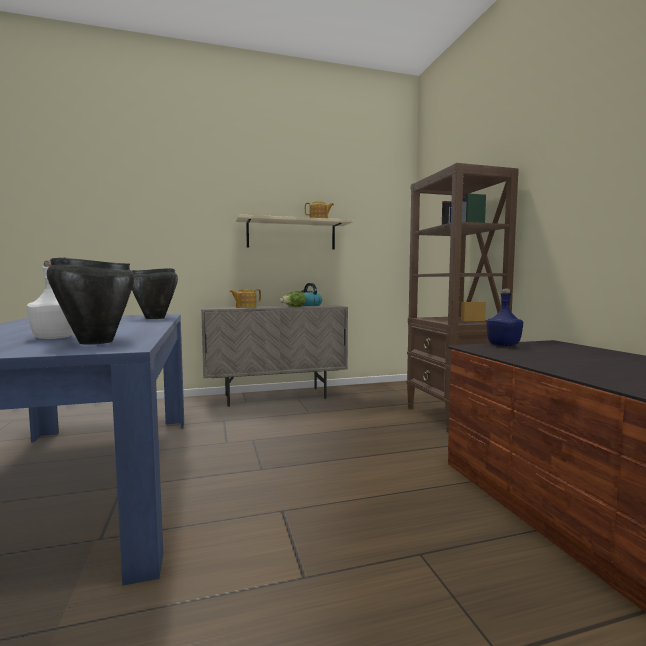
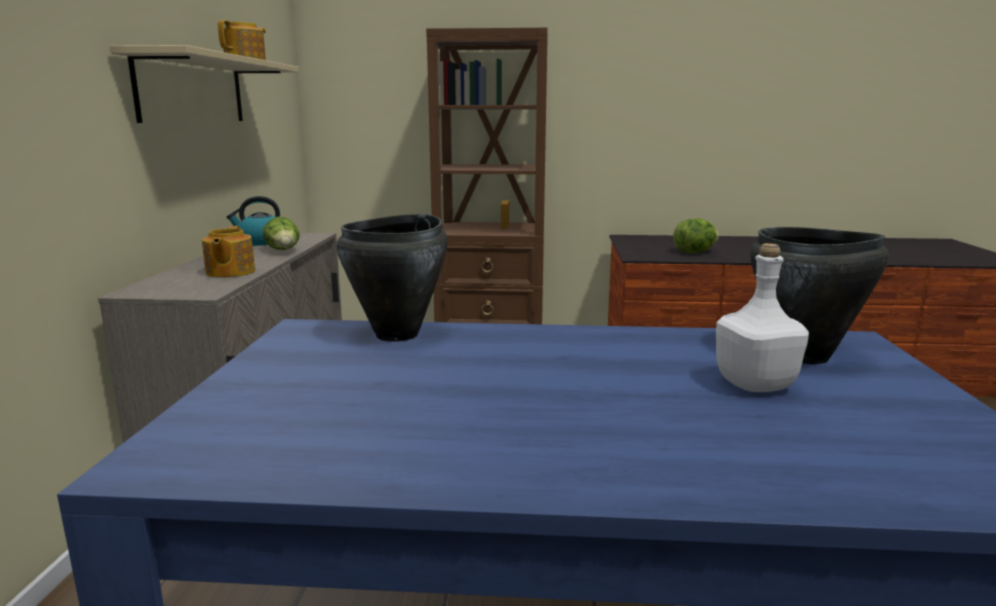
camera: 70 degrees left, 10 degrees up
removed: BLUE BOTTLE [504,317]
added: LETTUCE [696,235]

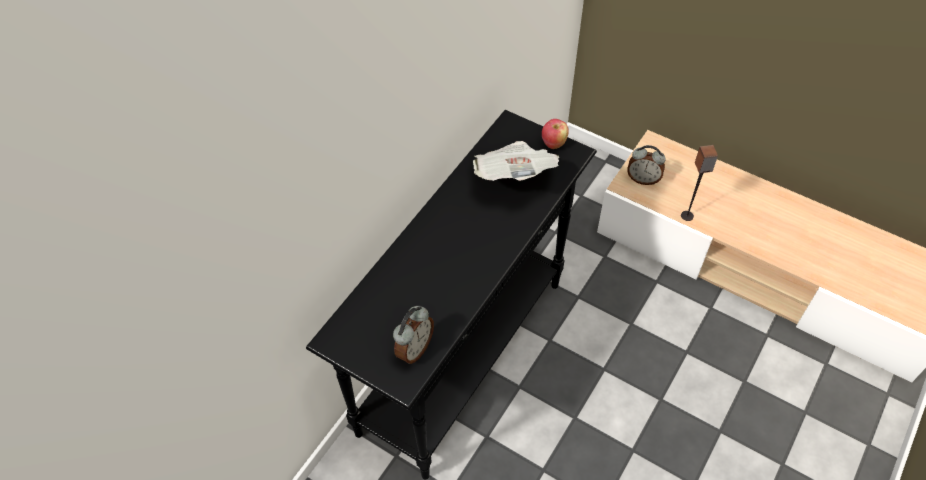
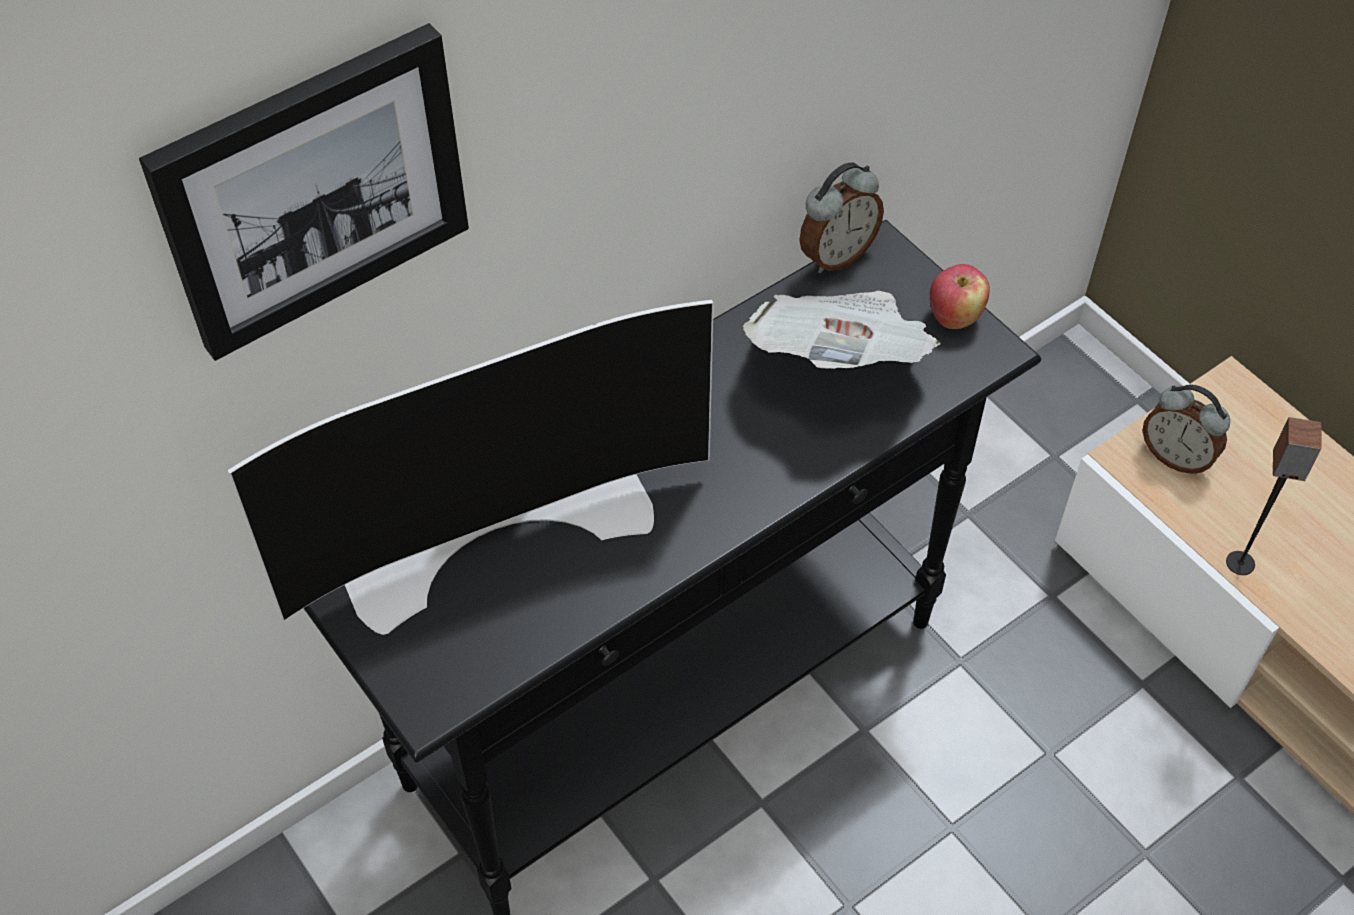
camera: 20 degrees right, 0 degrees up
added: PICTURE [304,192]; TELEVISION [471,467]
moved: ALARM CLOCK [413,334] to [841,217]

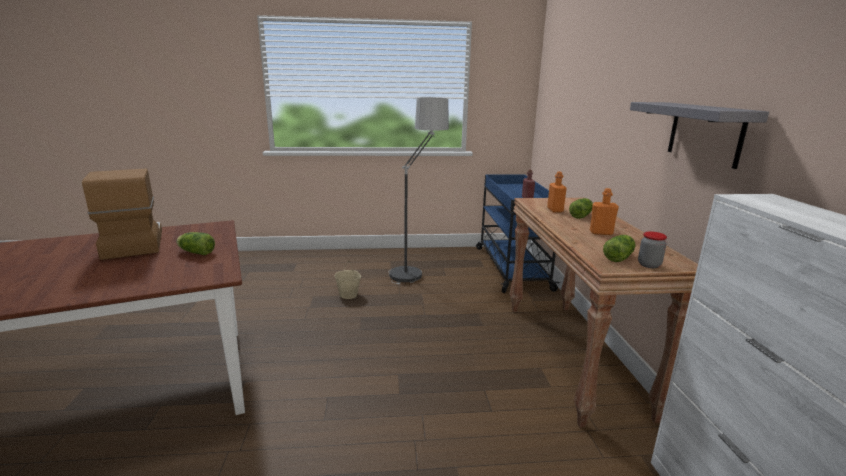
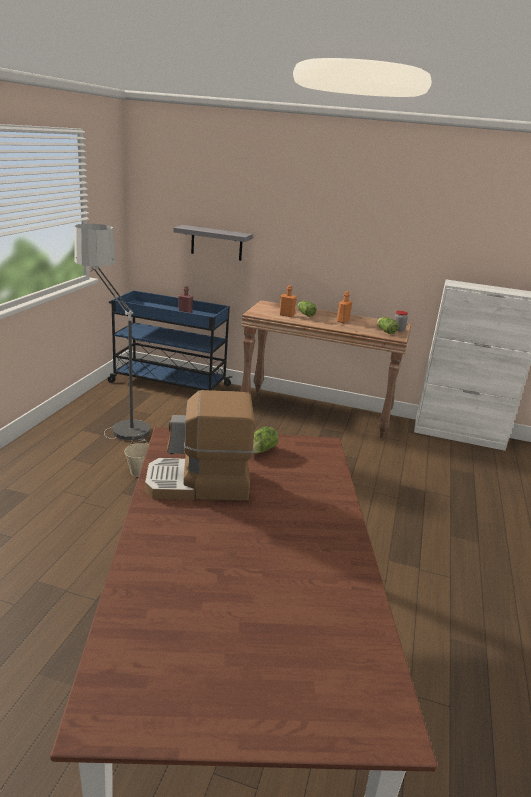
camera: 70 degrees left, 5 degrees up
moved: GREY SHELF [699,135] to [213,243]

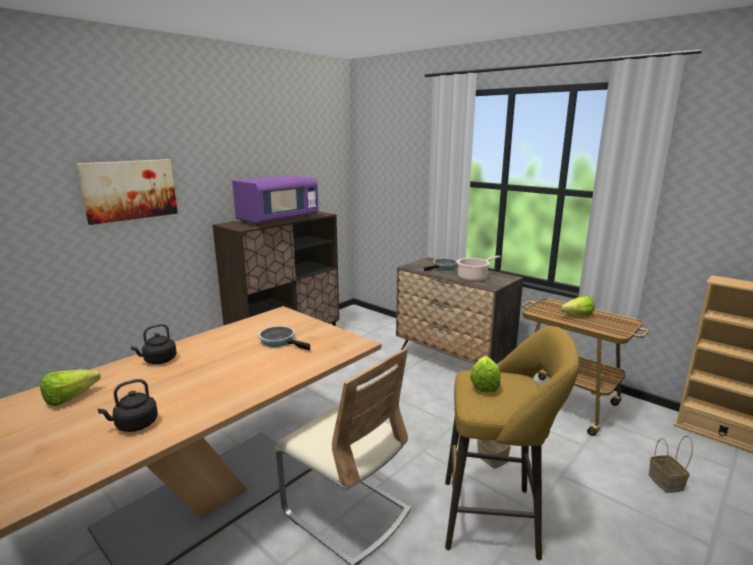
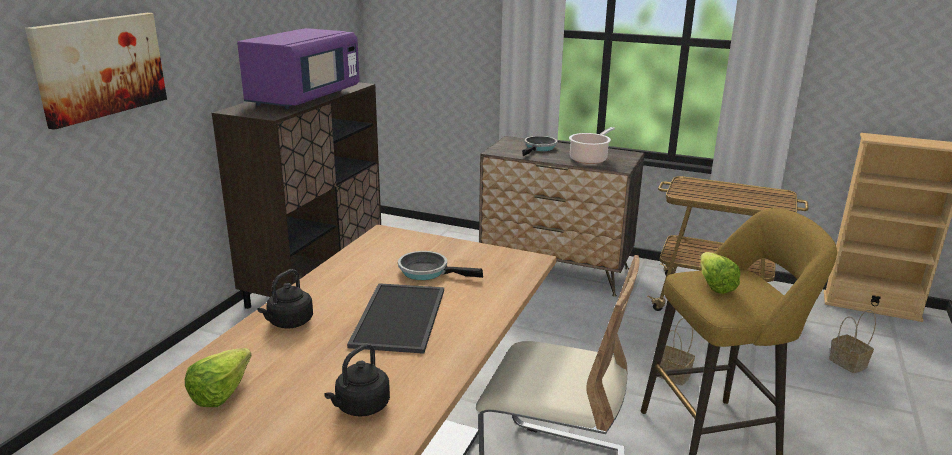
camera: 20 degrees left, 5 degrees up
removed: LETTUCE [577,306]
added: TRAY [395,318]

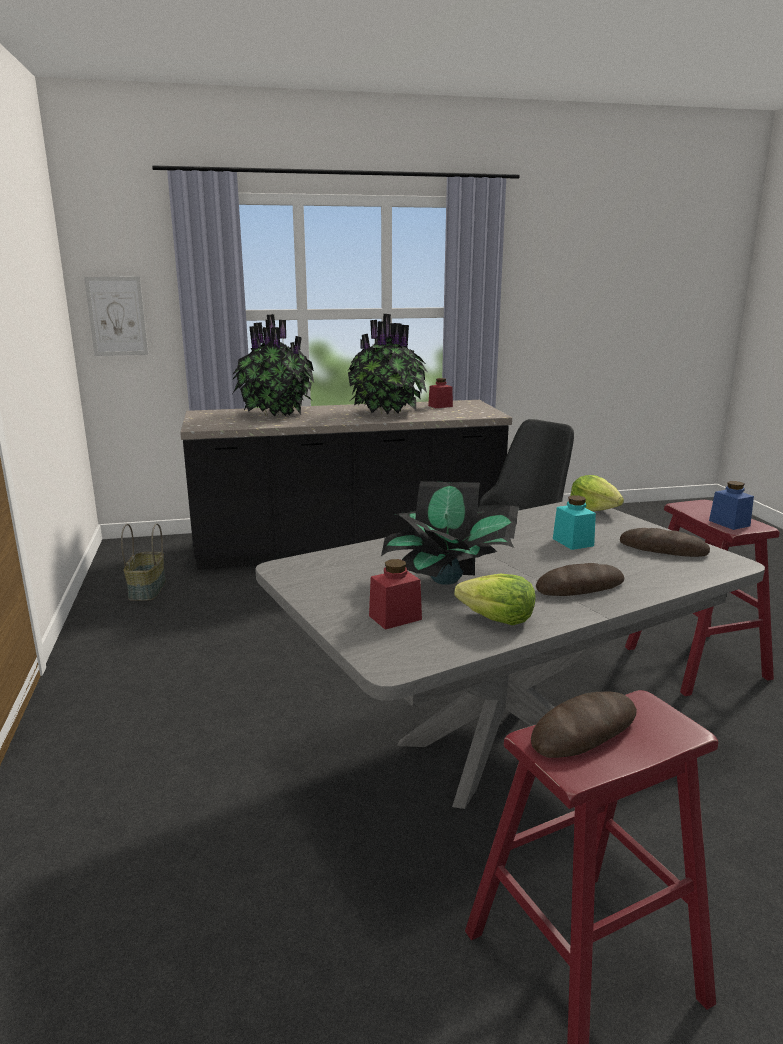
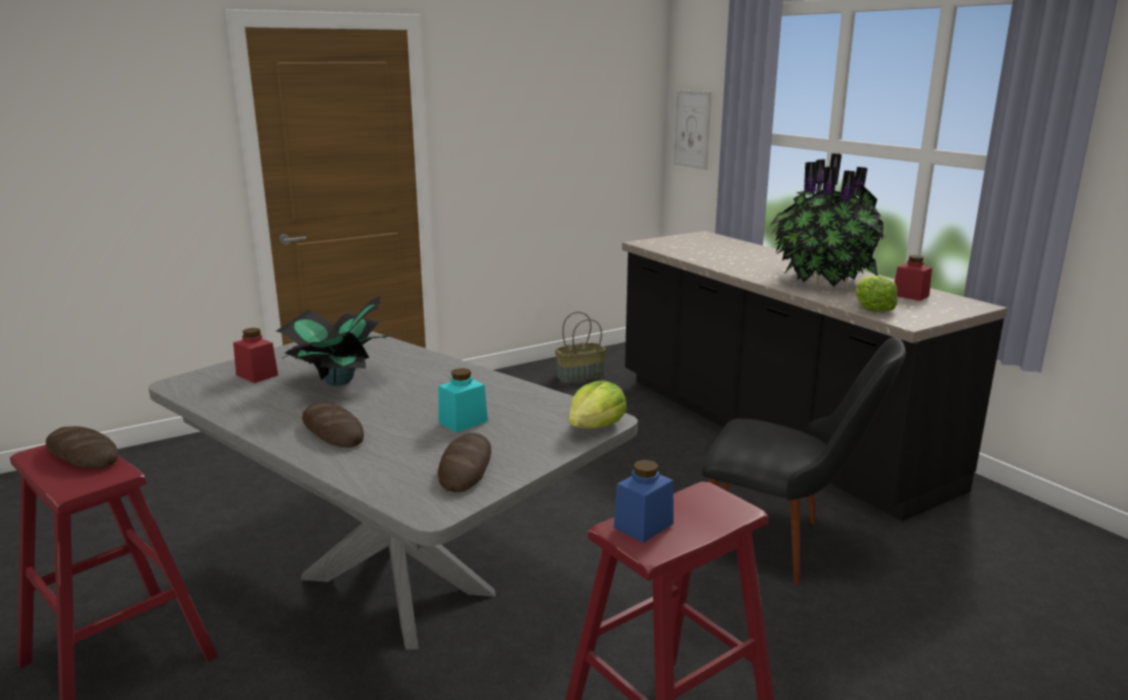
camera: 70 degrees right, 0 degrees up
removed: POTTED PLANT [273,365]
moved: LETTUCE [495,599] to [876,294]

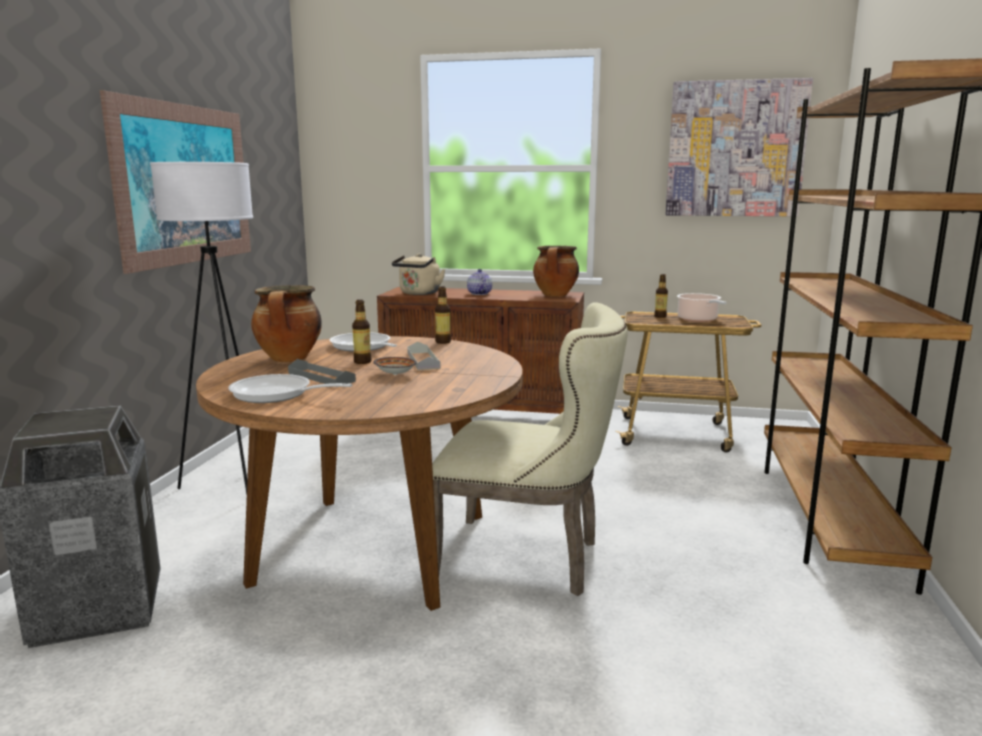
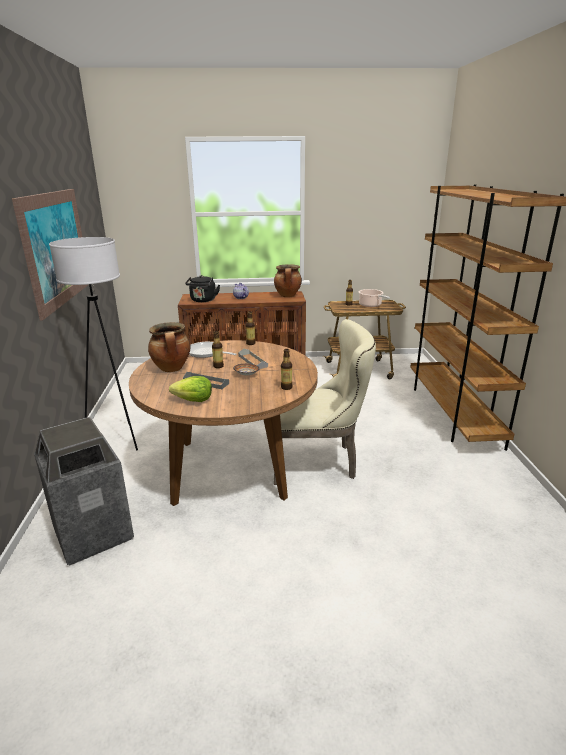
camera: 15 degrees left, 10 degrees up
removed: PICTURE [739,147]
added: BOTTLE [286,369]
replaced: FRYING PAN [290,388] to LETTUCE [190,389]
recoloured: BEIGE KETTLE [419,274] to BLACK KETTLE [202,288]

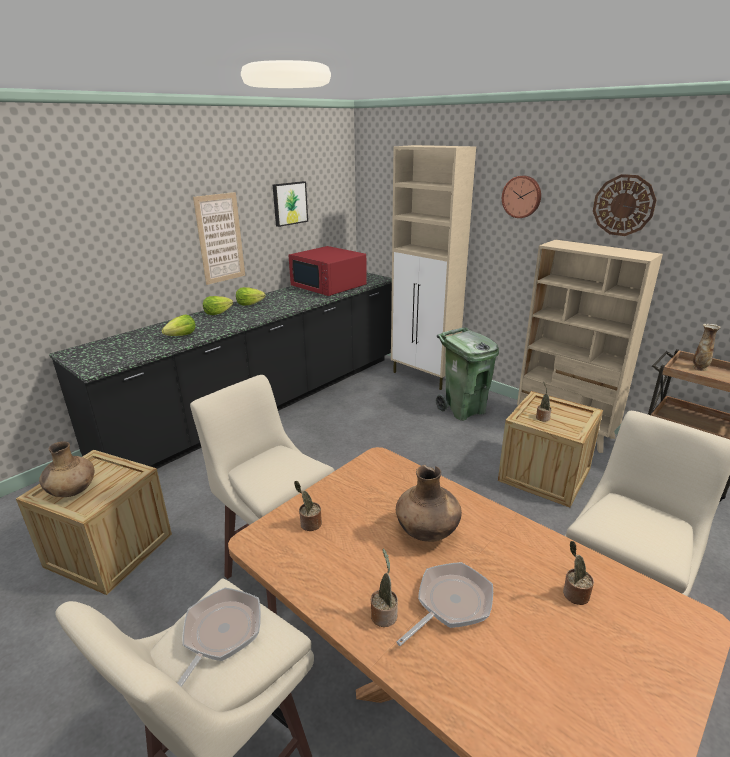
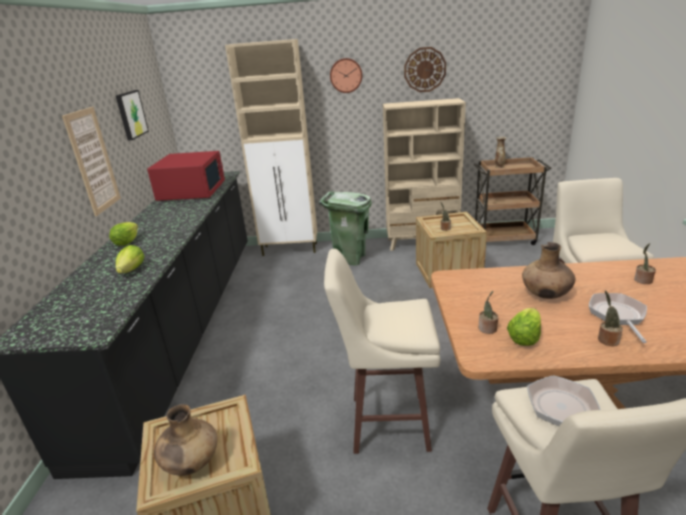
camera: 40 degrees left, 0 degrees up
moved: LETTUCE [250,296] to [524,327]
turned: RED MICROWAVE [327,271] = [186,176] 90 degrees counterclockwise

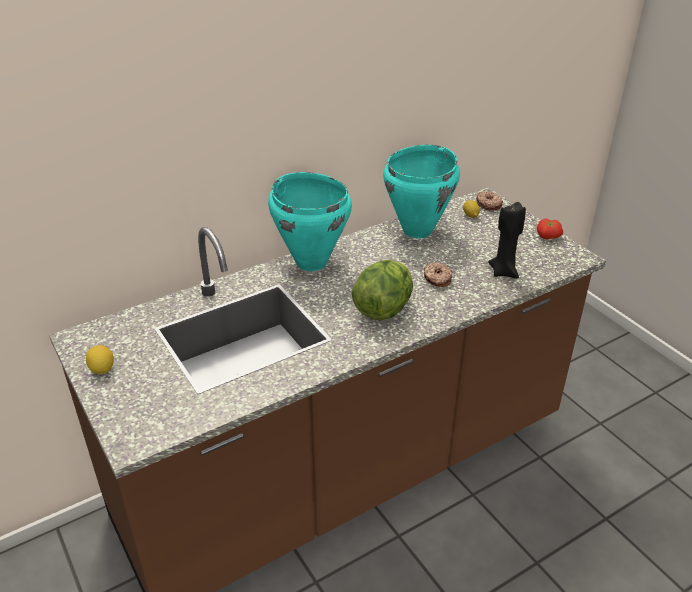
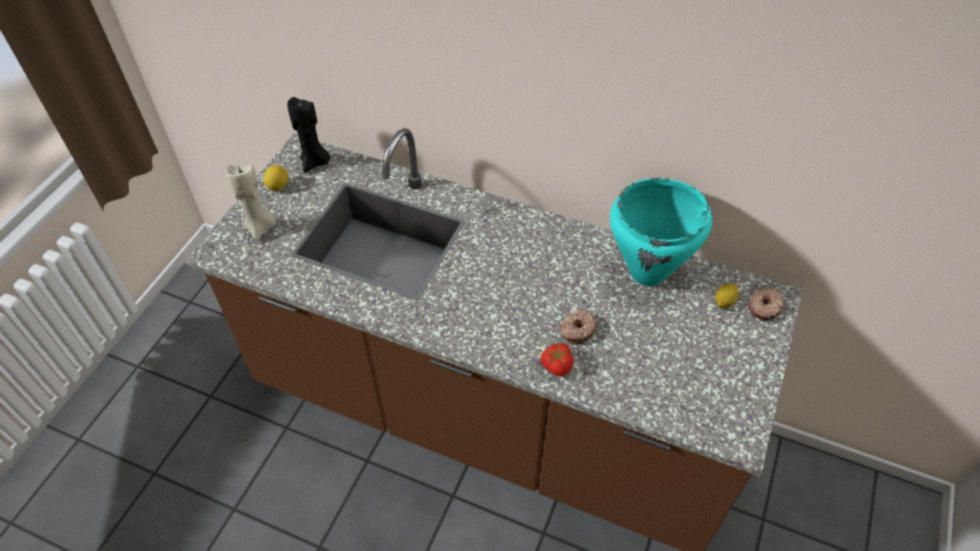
camera: 55 degrees right, 15 degrees up
removed: TURQUOISE COOKING POT [310,221]; LETTUCE [382,290]
added: BEIGE CANDLE [251,203]
moved: BLACK CANDLE [507,240] to [309,135]; TOMATO [550,229] to [557,359]

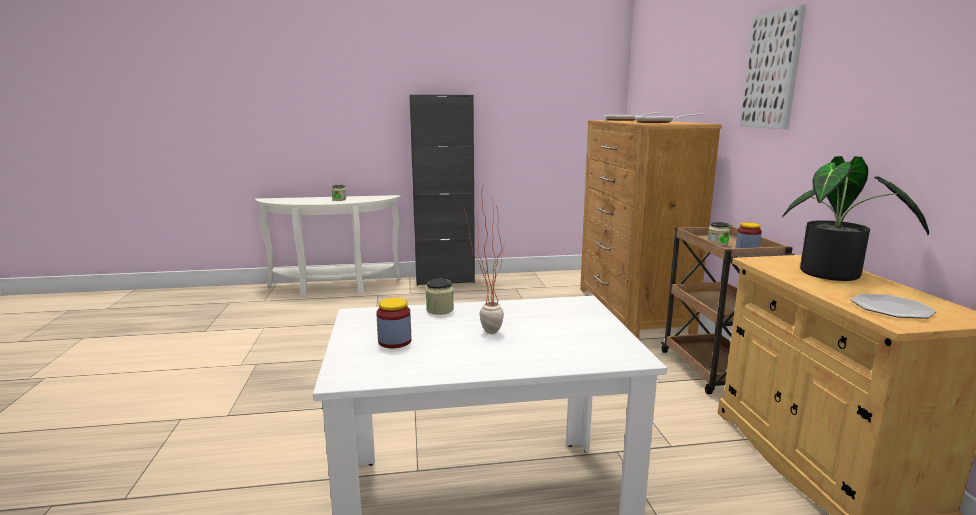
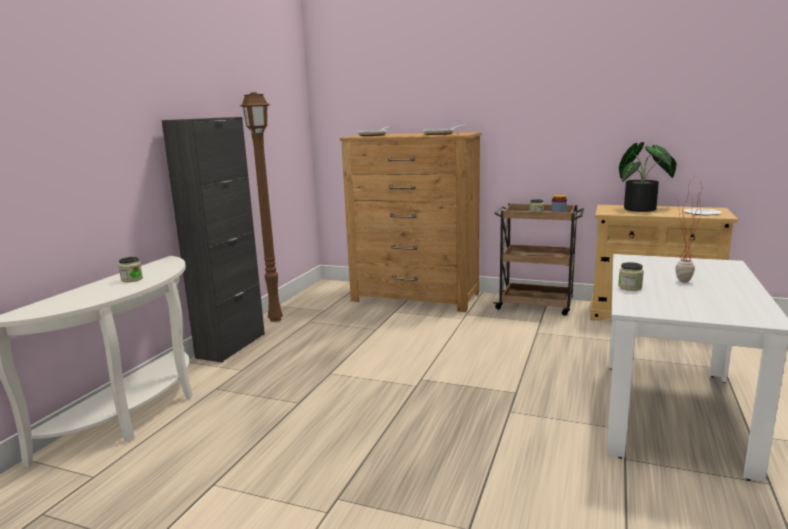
camera: 60 degrees left, 0 degrees up
removed: JAR [393,323]; PICTURE [773,66]
added: BROWN FLOOR LAMP [261,207]

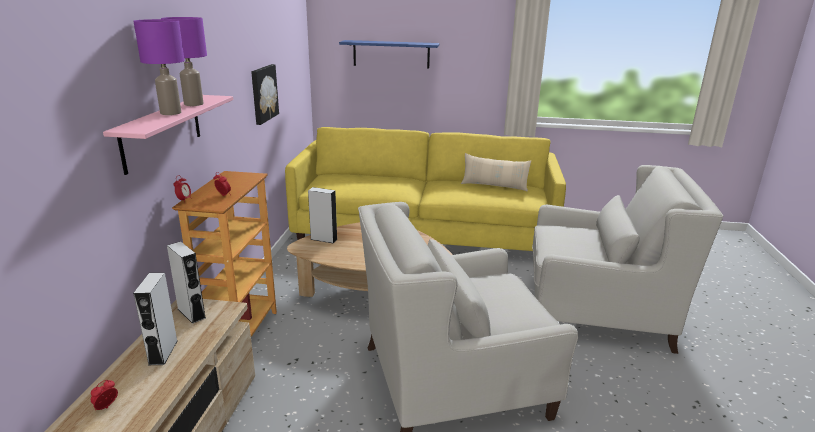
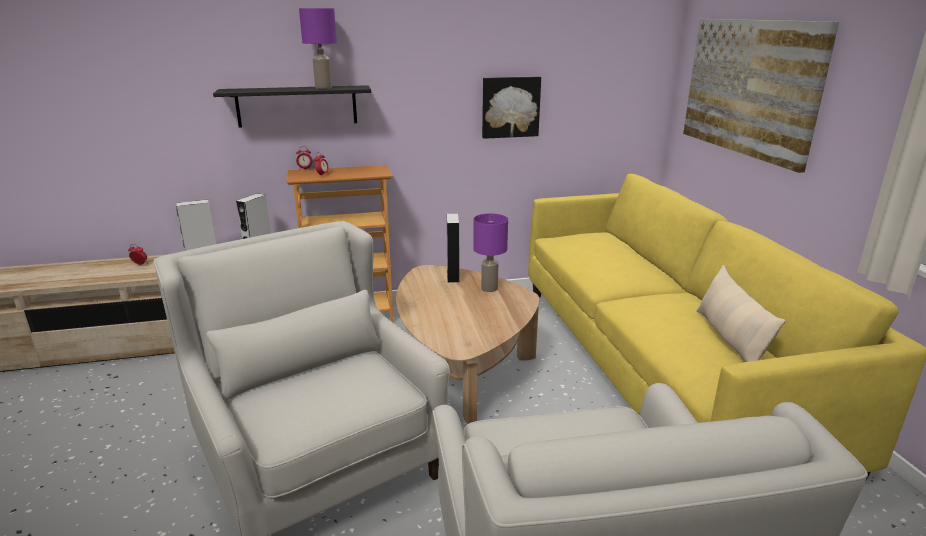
camera: 70 degrees right, 0 degrees up
moved: PURPLE TABLE LAMP [159,67] to [490,252]
replaced: BLUE SHELF [389,54] to PICTURE [761,96]
recoloured: PINK SHELF [168,135] to BLACK SHELF [292,106]

